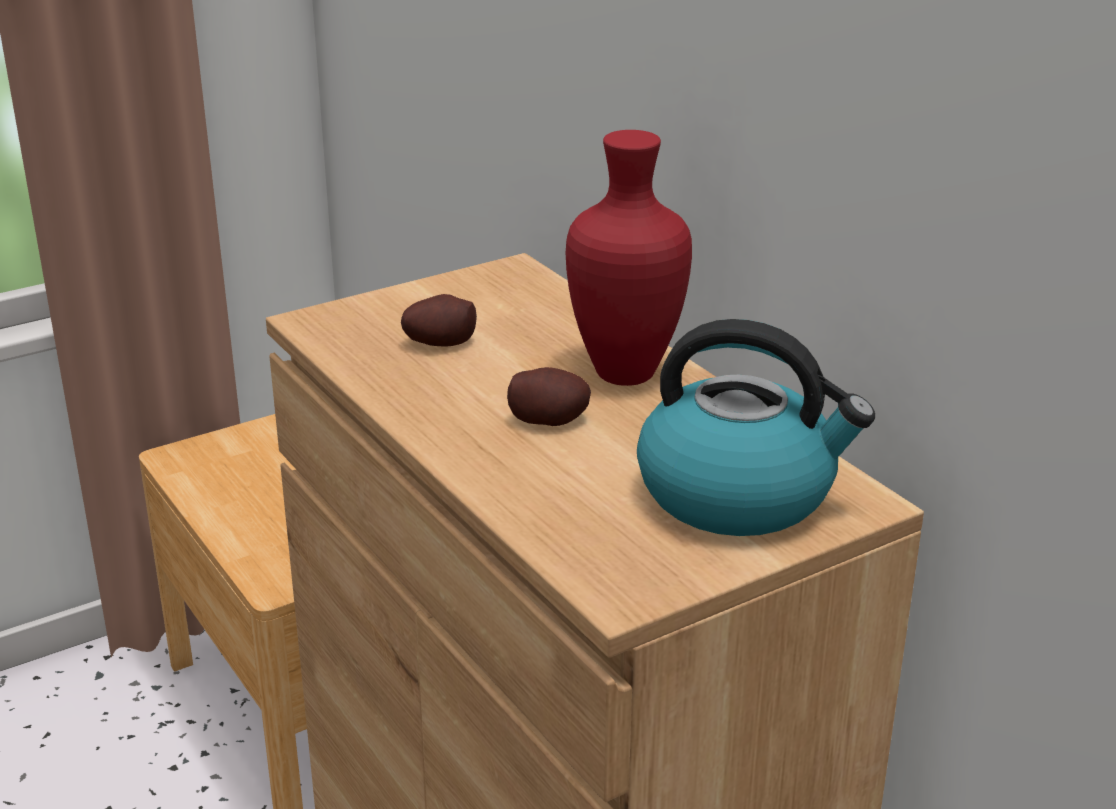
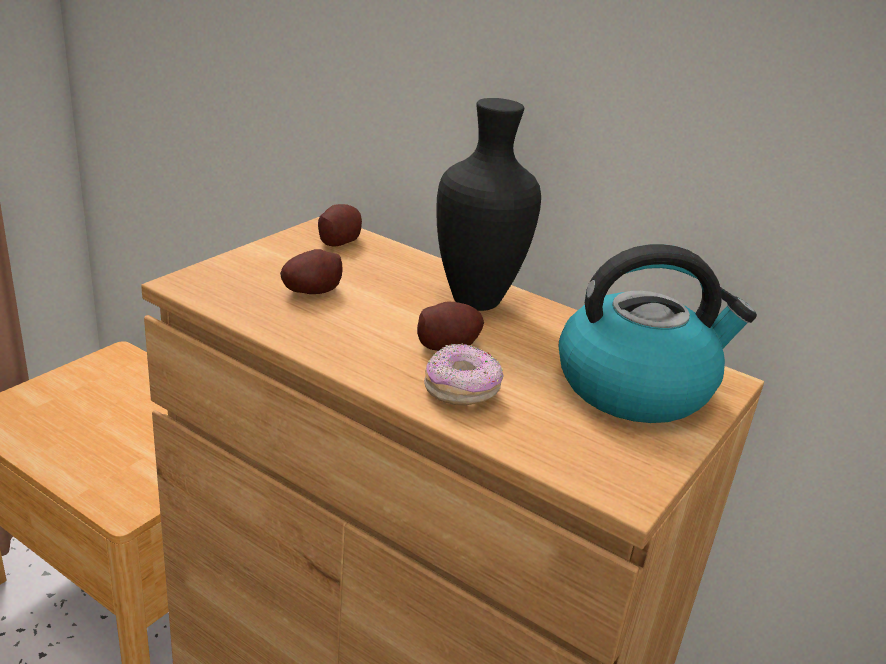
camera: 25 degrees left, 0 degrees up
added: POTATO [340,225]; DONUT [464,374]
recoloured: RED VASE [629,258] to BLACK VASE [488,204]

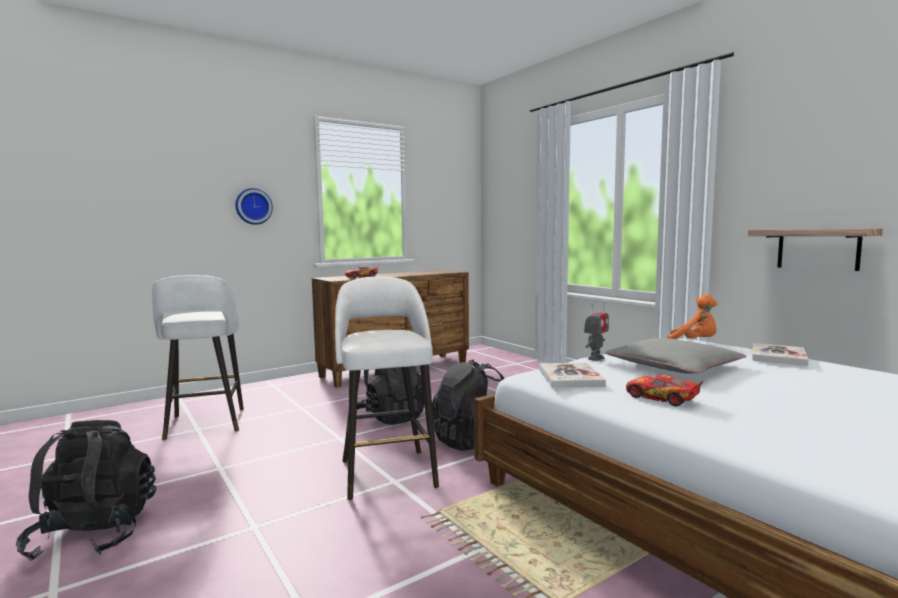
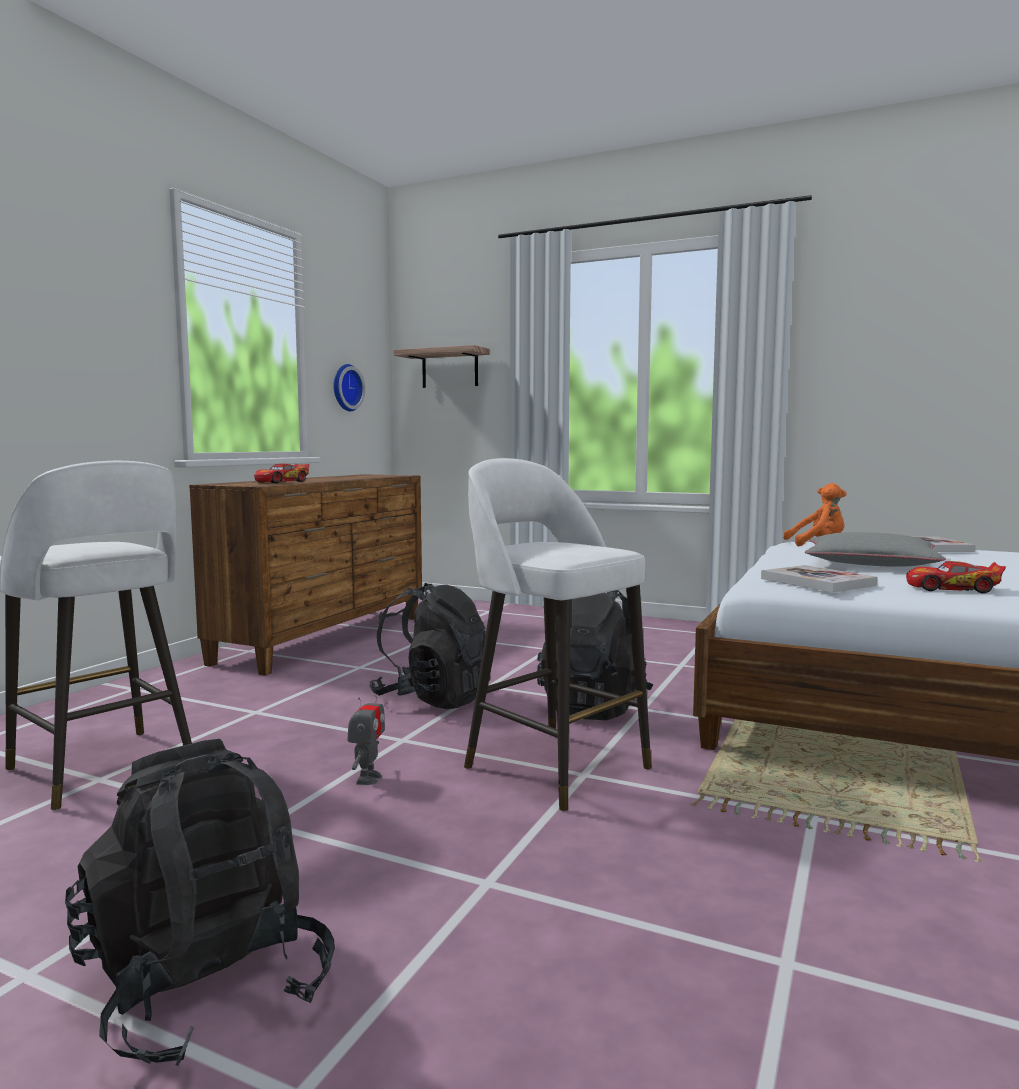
camera: 30 degrees left, 0 degrees up
moved: WALL CLOCK [254,206] to [349,387]; TOY ROBOT [596,332] to [366,735]; SHELF [815,250] to [441,366]

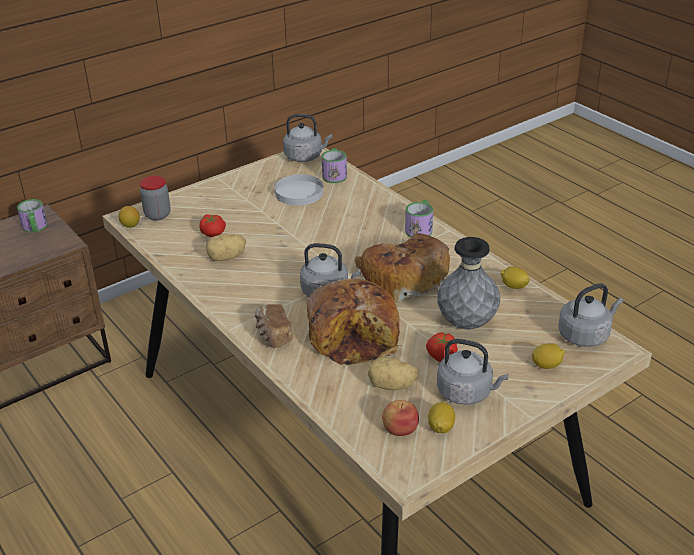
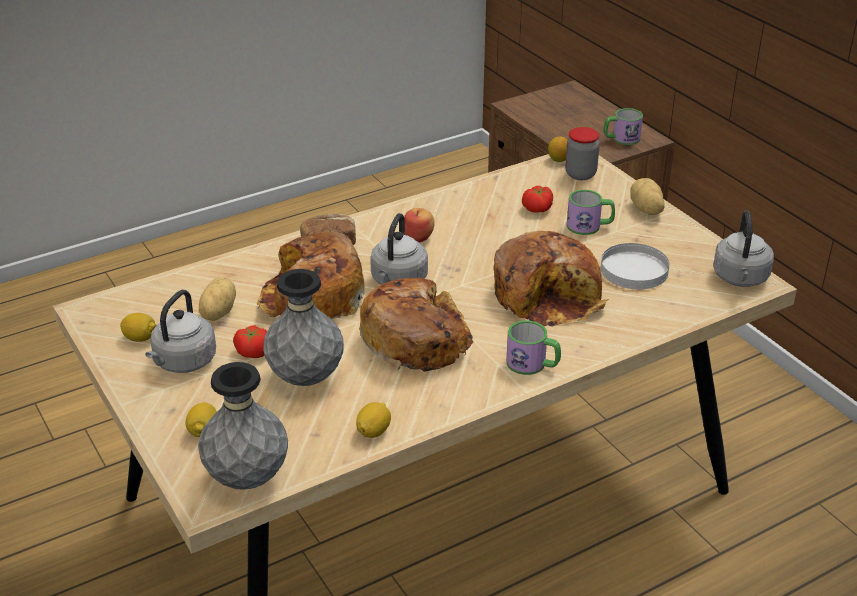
camera: 95 degrees right, 0 degrees up
added: BREAD [551,279]
moved: POTATO [226,247] to [647,196]; MUG [334,165] to [591,212]; APPLE [400,418] to [419,225]
replaced: GREY KETTLE [590,315] to GREY VASE [243,426]

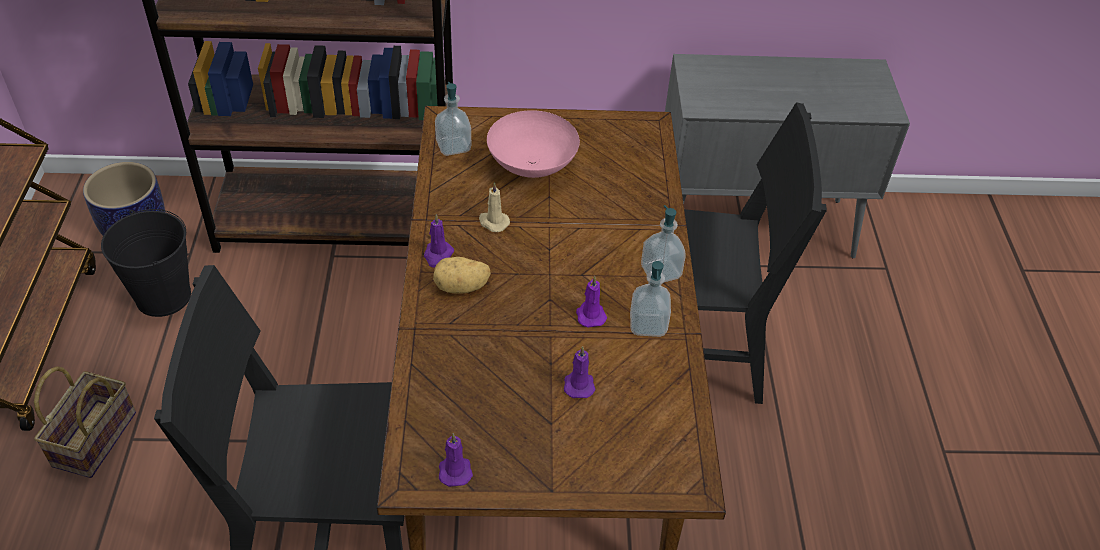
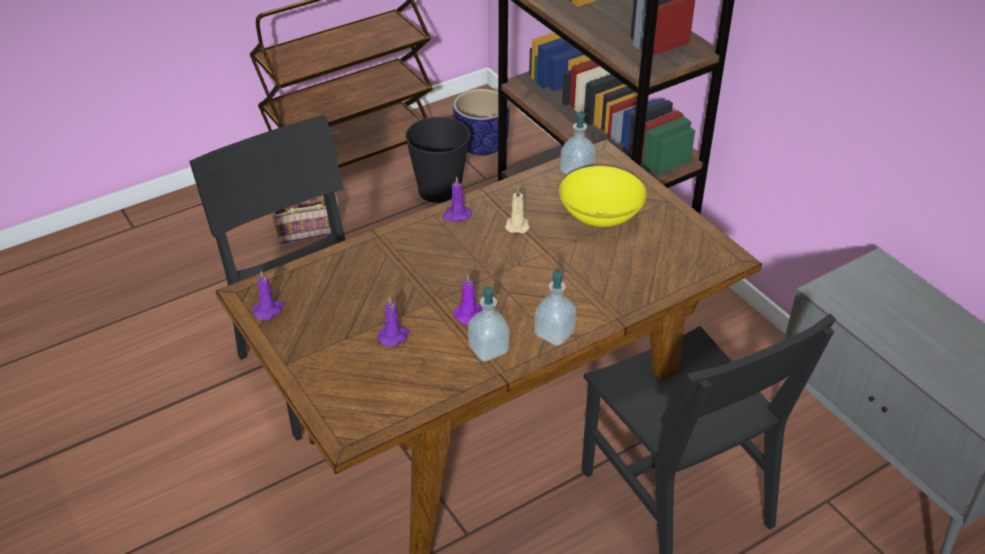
camera: 60 degrees right, 5 degrees down
removed: POTATO [462,275]
recoloured: PINK BOWL [533,144] to YELLOW BOWL [602,196]

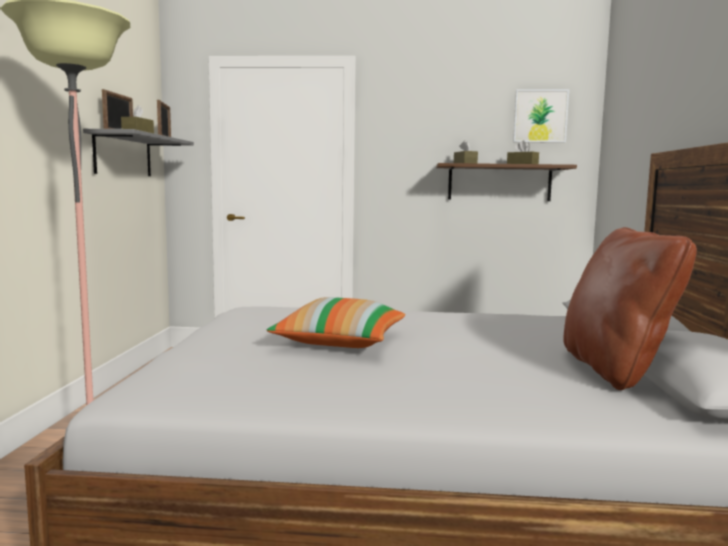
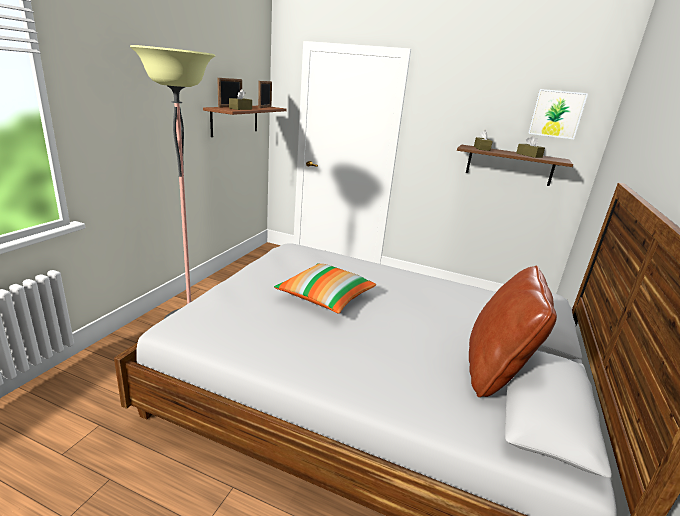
camera: 15 degrees right, 15 degrees up
recoloured: GREY SHELF [138,152] to BROWN SHELF [245,121]

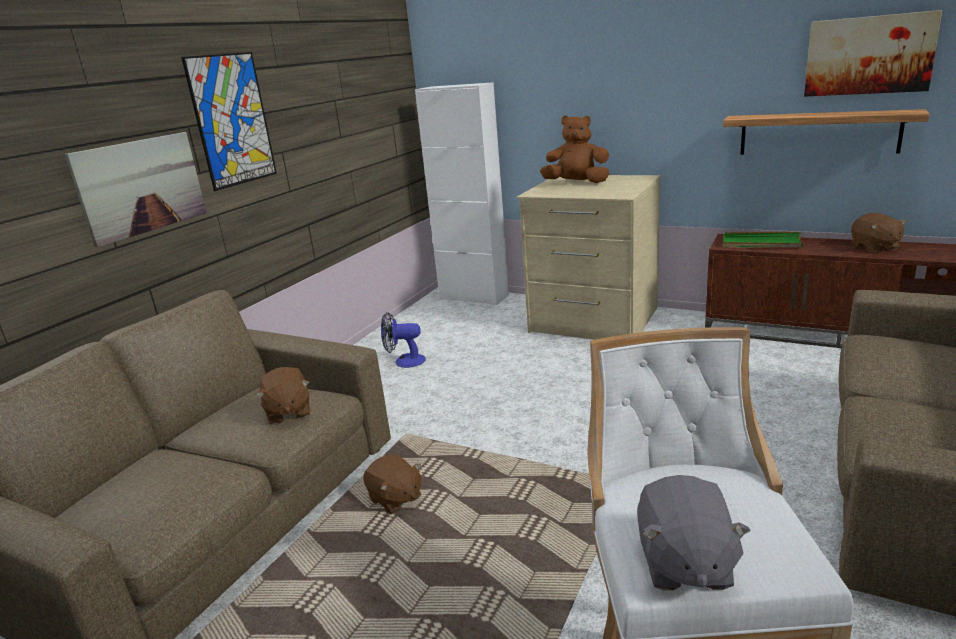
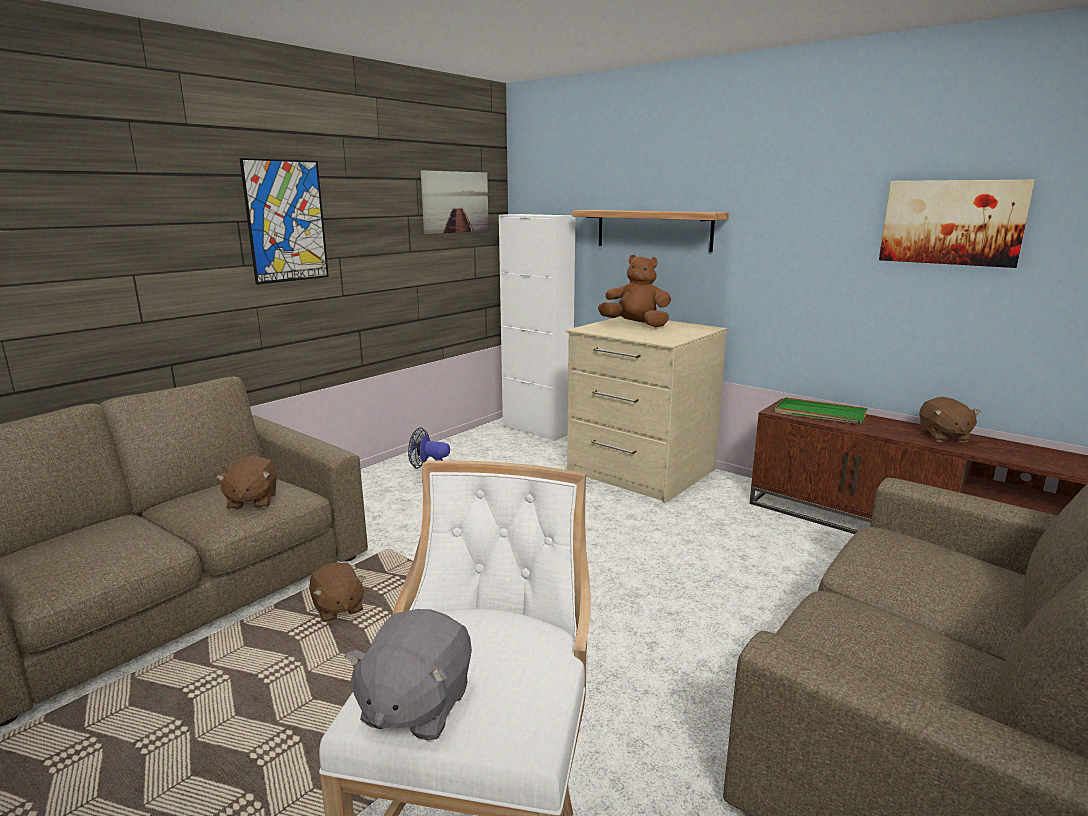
camera: 10 degrees right, 5 degrees down
moved: PICTURE [136,189] to [455,202]; SHELF [826,132] to [650,231]

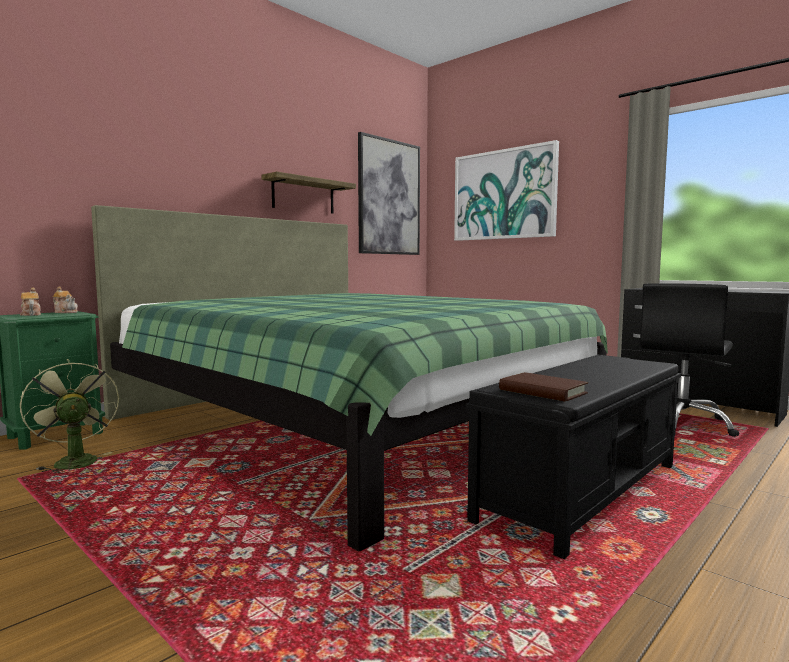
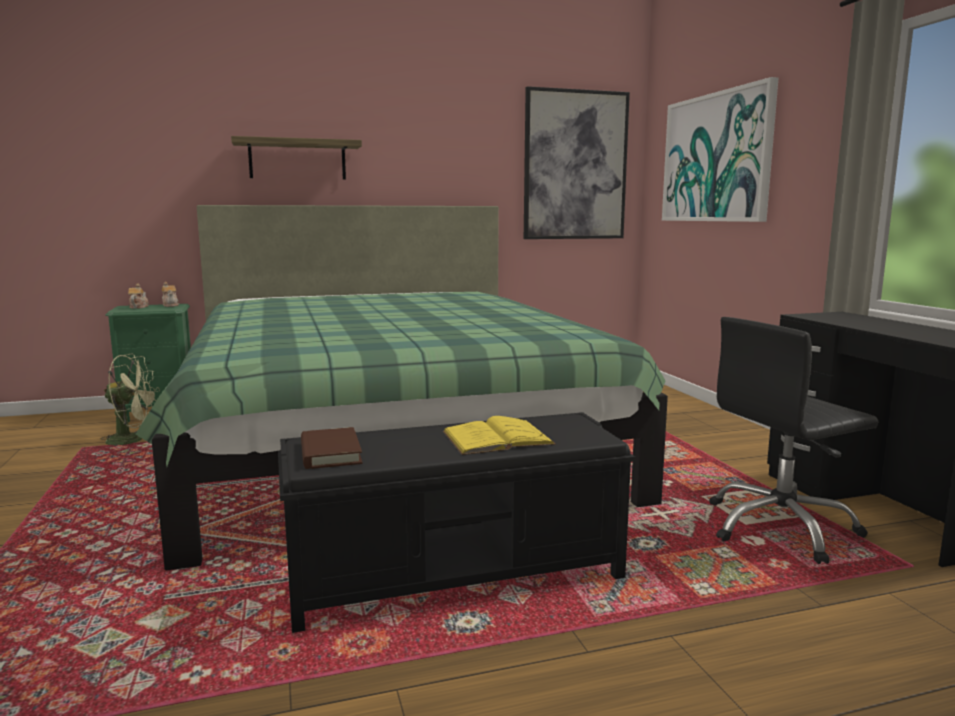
camera: 30 degrees right, 5 degrees up
added: YELLOW BOOK [499,435]
moved: SHELF [308,192] to [296,158]
turned: GREEN FAN [69,416] = [130,400] 90 degrees clockwise

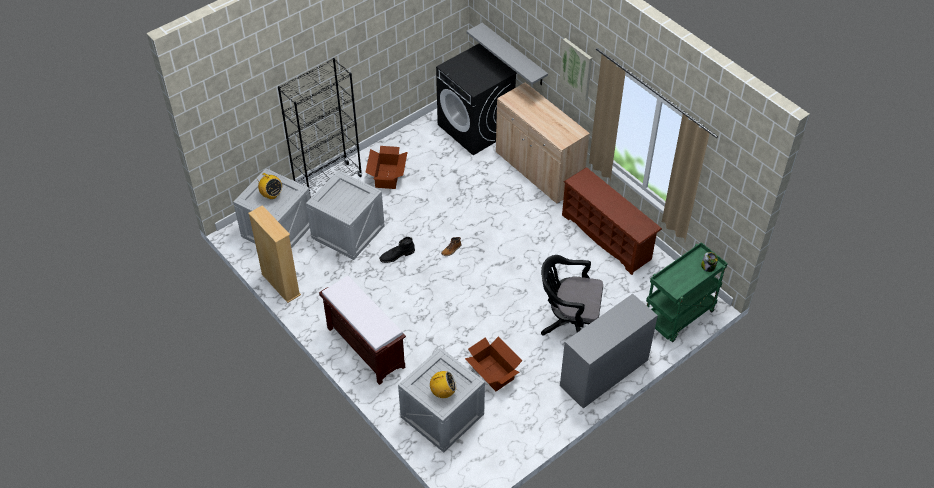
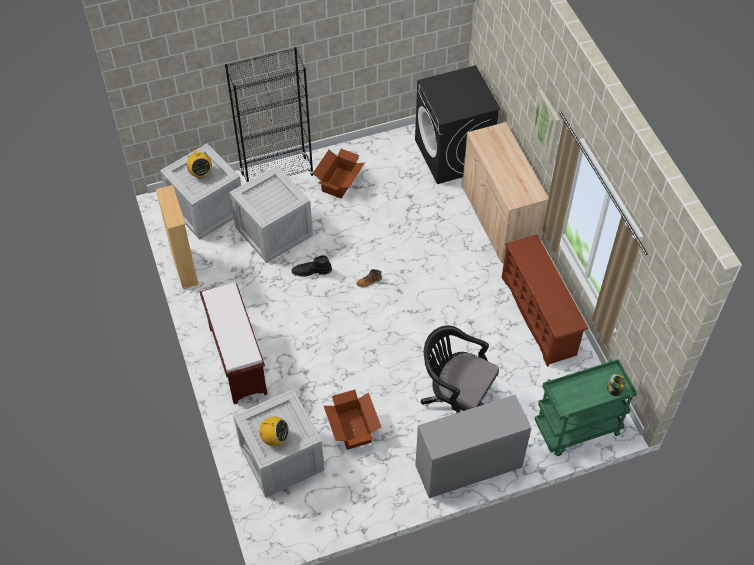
camera: 20 degrees right, 5 degrees up
removed: GREY SHELF [507,54]

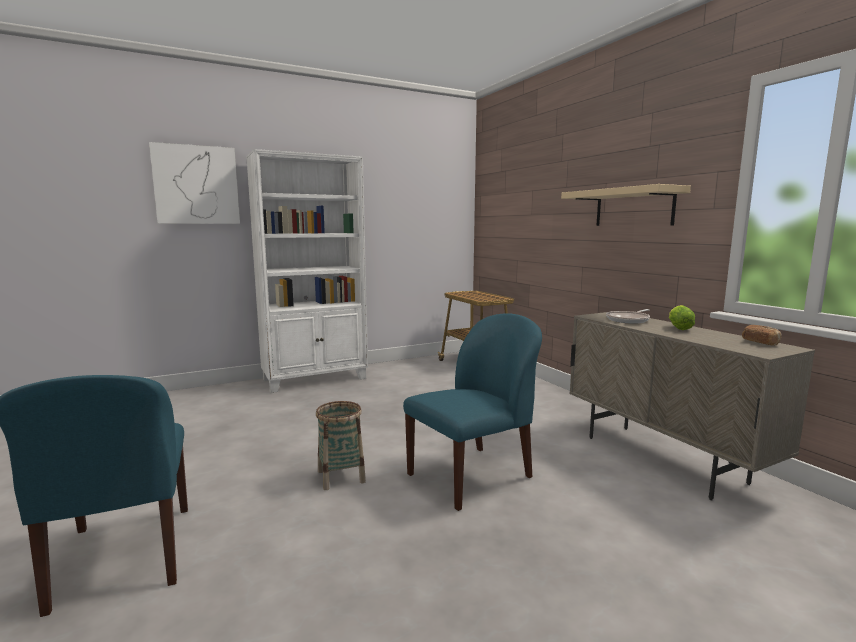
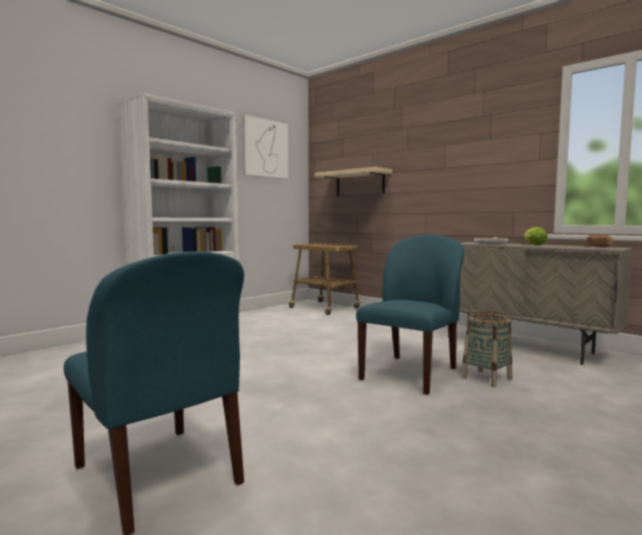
camera: 20 degrees left, 5 degrees down
moved: PICTURE [194,183] to [265,147]; BASKET [341,445] to [486,349]; BEIGE SHELF [626,205] to [353,181]

